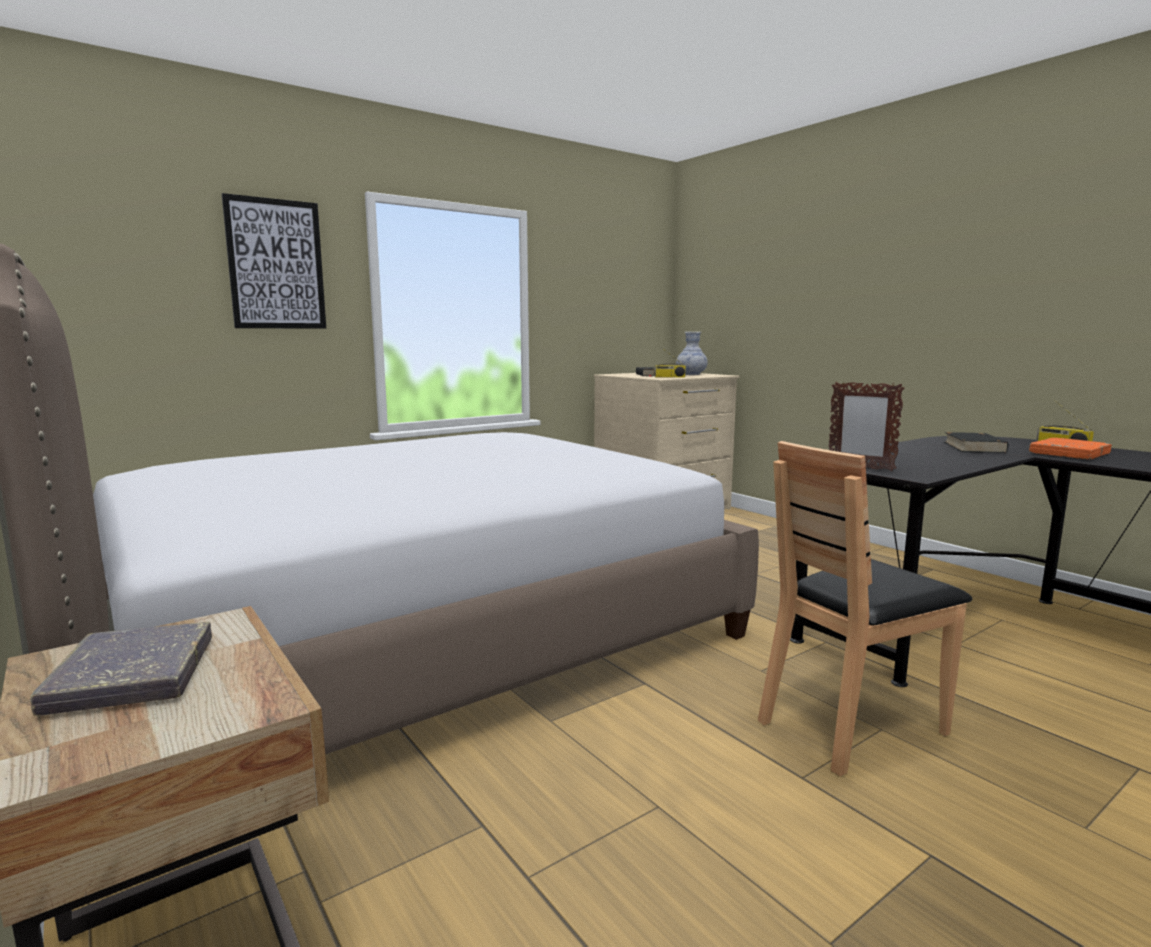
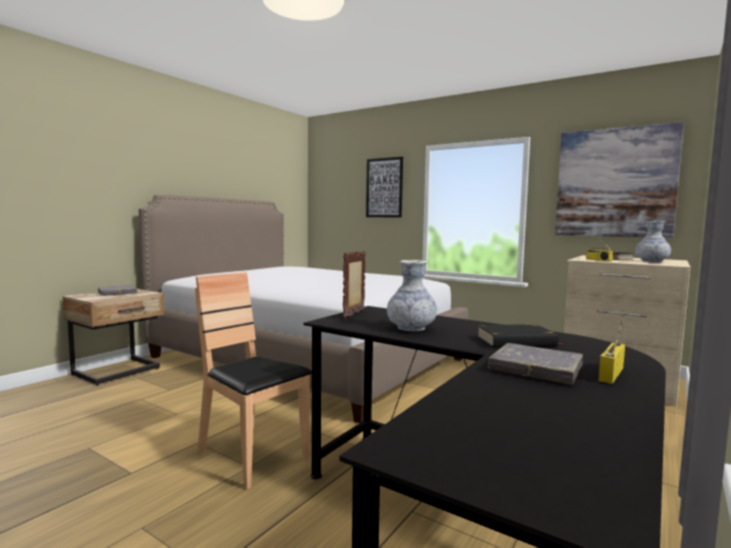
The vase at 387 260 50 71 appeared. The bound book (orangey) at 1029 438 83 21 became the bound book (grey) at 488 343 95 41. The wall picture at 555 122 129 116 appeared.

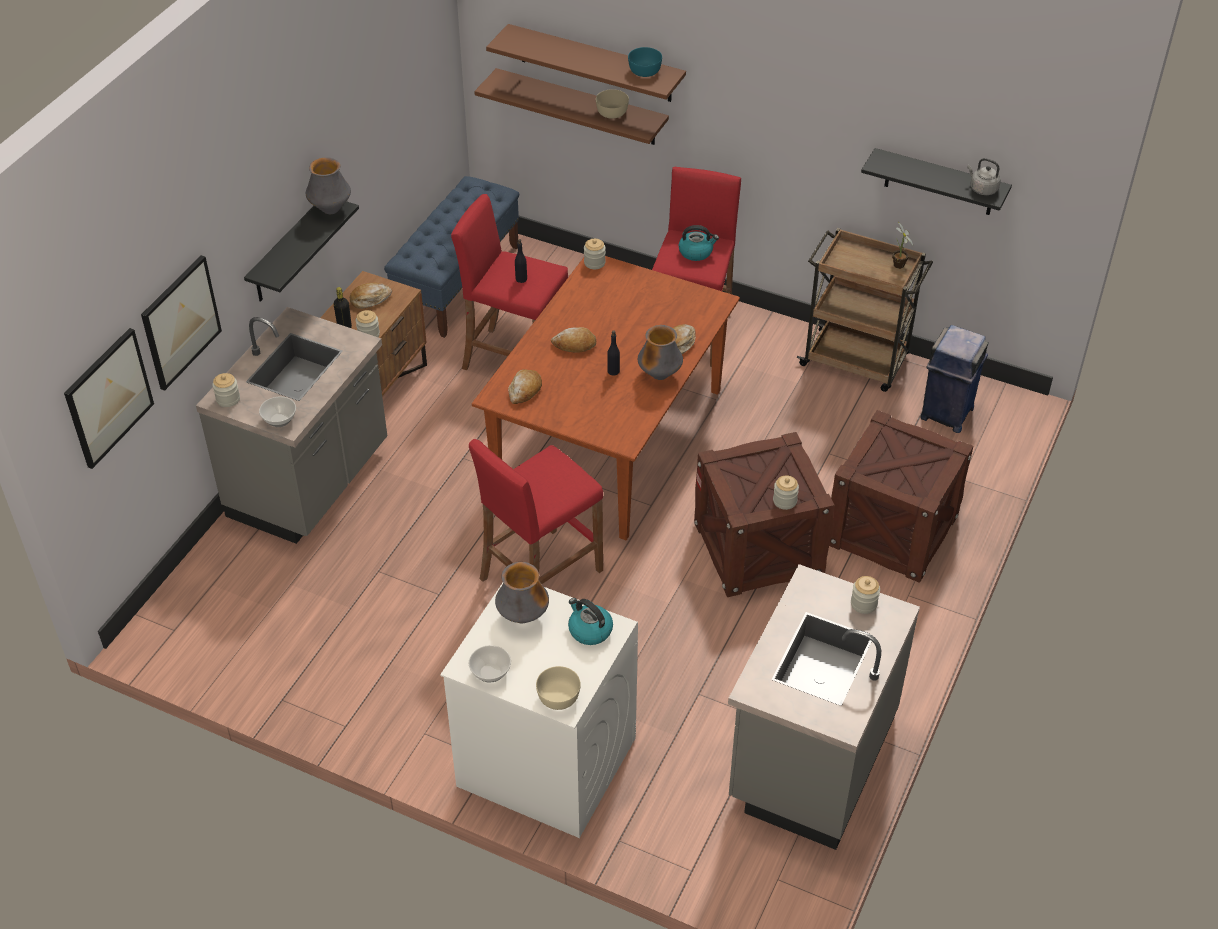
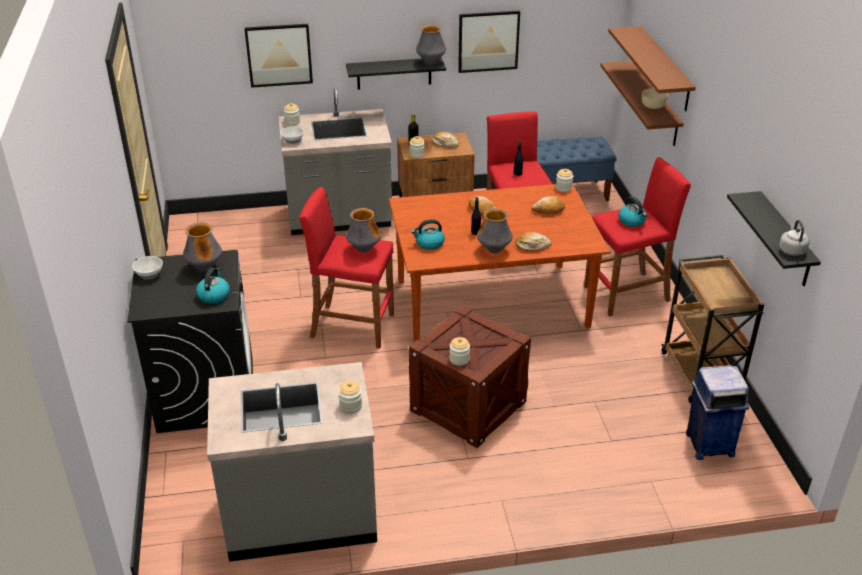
The laundry machine (white) at 440 583 198 255 became the laundry machine (black) at 127 250 126 183. The vase at 346 208 35 45 appeared. The water kettle at 411 219 34 31 appeared. The wall picture moved from 64 328 90 141 to 458 10 62 63. The bread moved from 508 369 34 35 to 531 196 34 18. The serving bowl (sand-coloured) at 536 666 45 44 disappeared. The serving bowl (blue-green) at 628 47 34 30 disappeared. The crate at 829 410 144 173 disappeared. The houseplant at 892 222 22 47 disappeared.

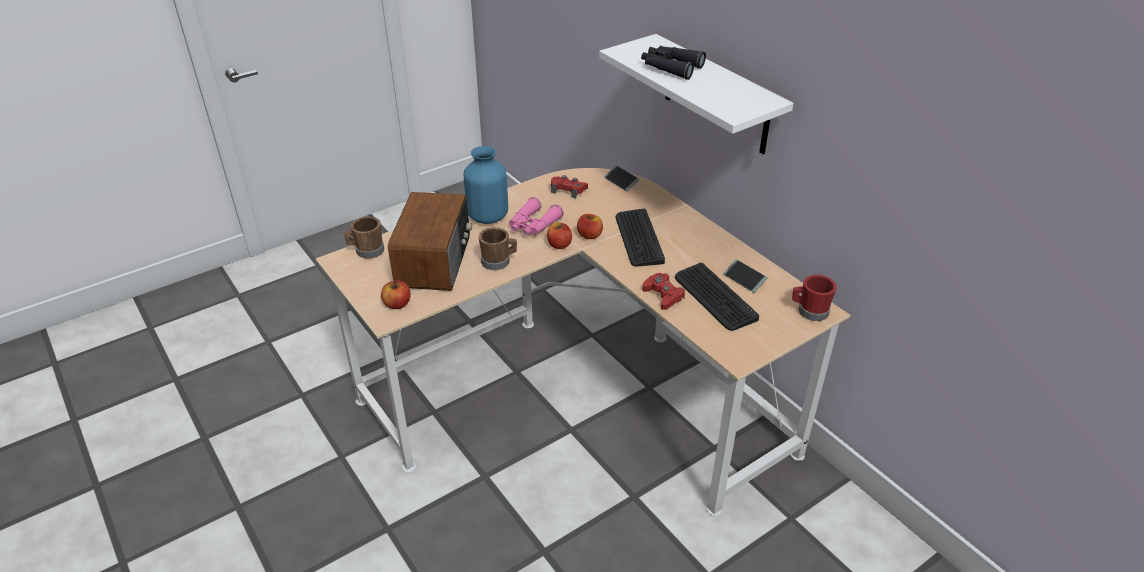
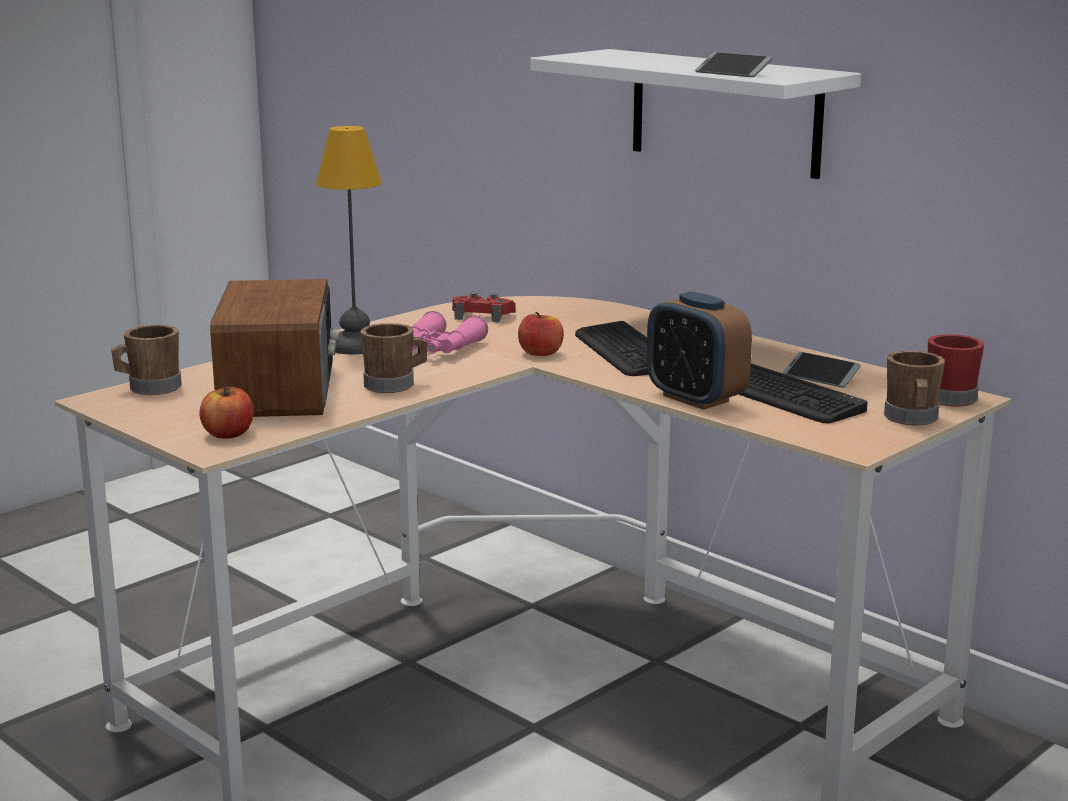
The vase (bluish) at 464 146 44 78 was replaced by the tabletop lamp at 316 126 66 228. The game controller (red) at 642 273 43 37 was replaced by the bedside clock at 647 292 105 118. The telephone moved from 604 165 35 26 to 695 52 77 25. The coffee mug (brown-coloured) at 884 350 61 76 appeared. The whole apple at 547 222 25 27 disappeared. The binoculars (black) at 641 46 65 34 disappeared.

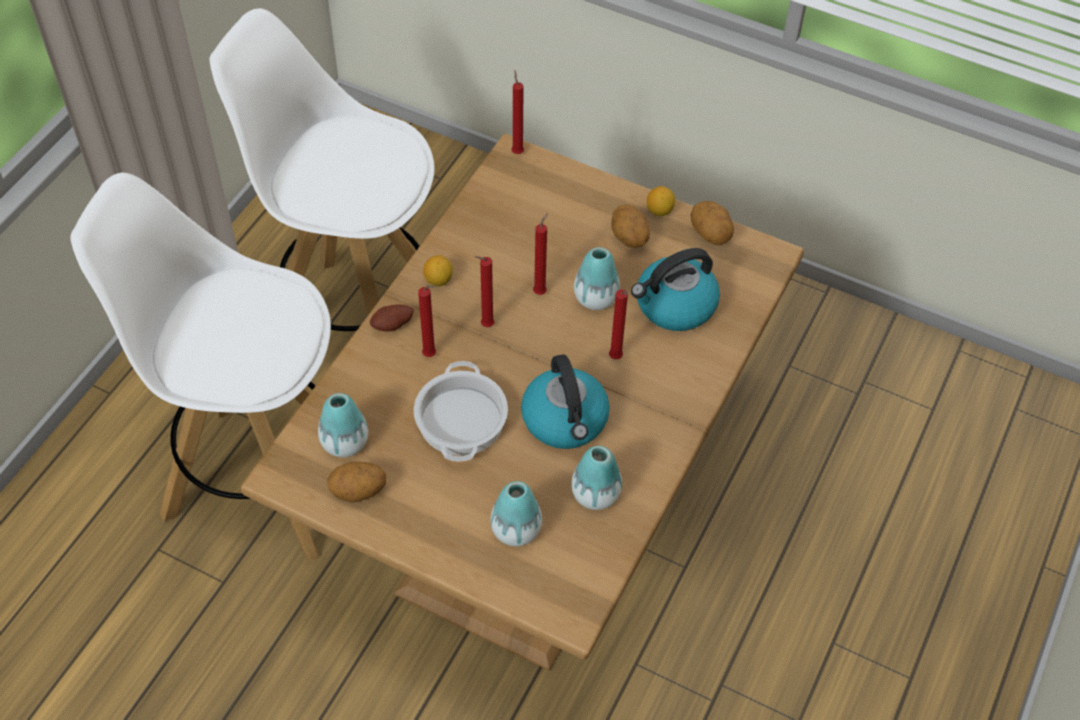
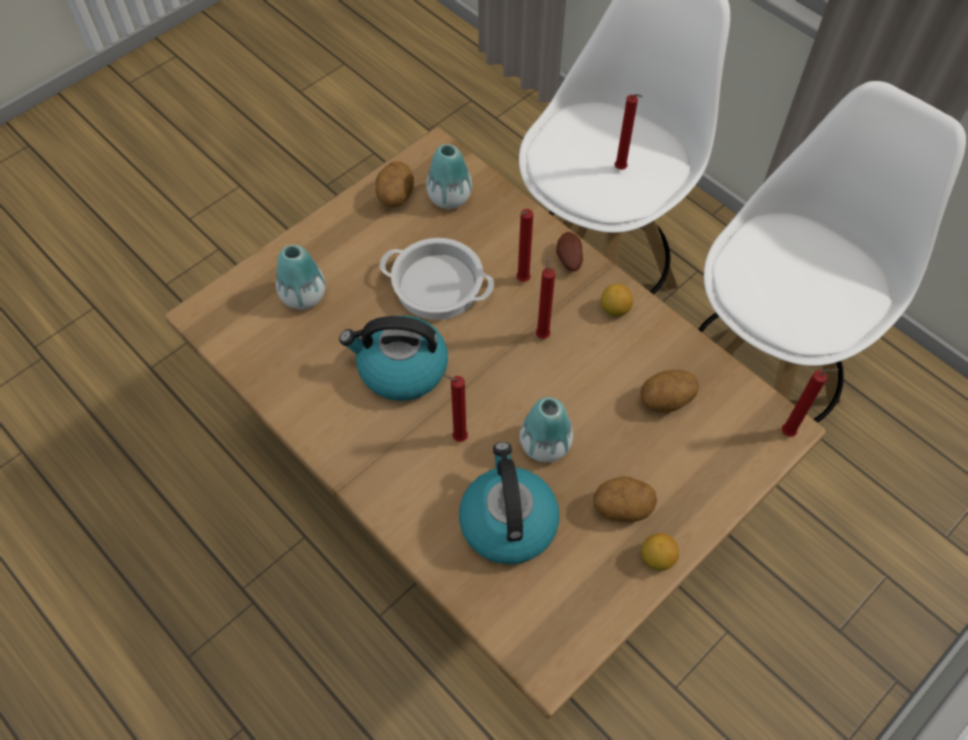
The wax light (red) moved from 533 213 15 82 to 615 94 28 76. The potato moved from 691 201 43 44 to 640 370 59 43. The vase at 571 446 51 64 disappeared.

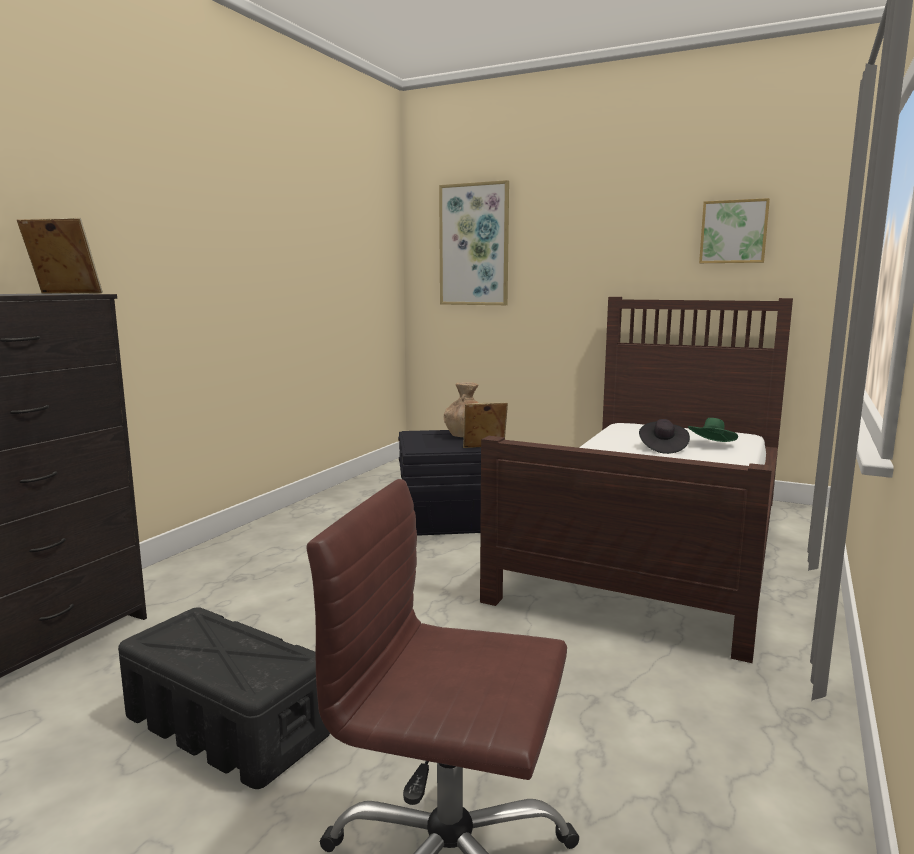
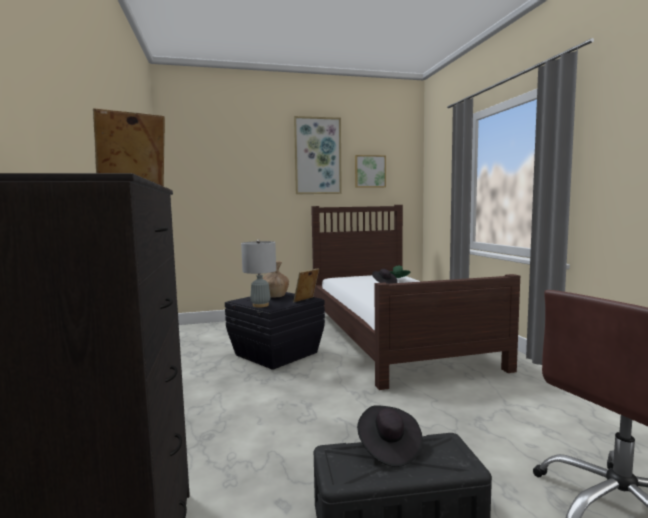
The tabletop lamp (grey) at 241 240 35 67 appeared. The wall picture moved from 439 180 70 125 to 294 116 48 78. The hat (black) at 357 405 65 62 appeared.

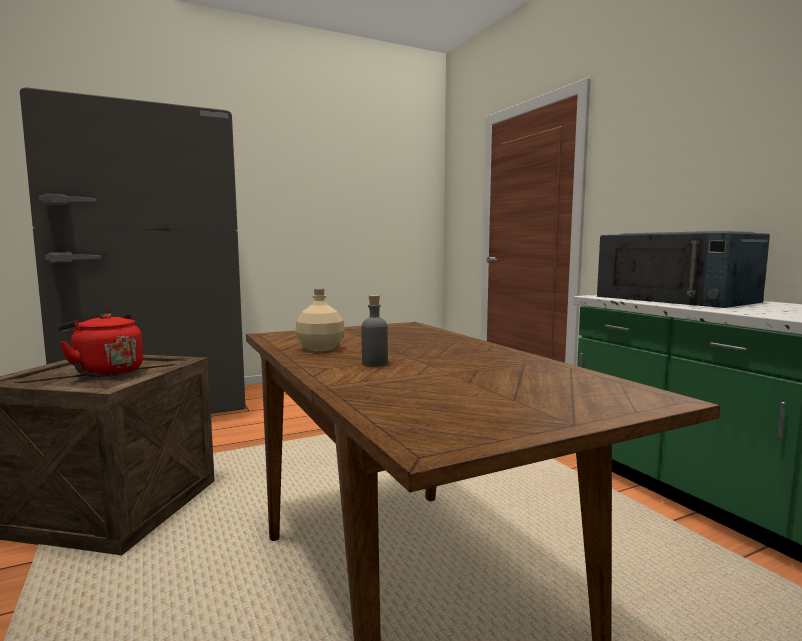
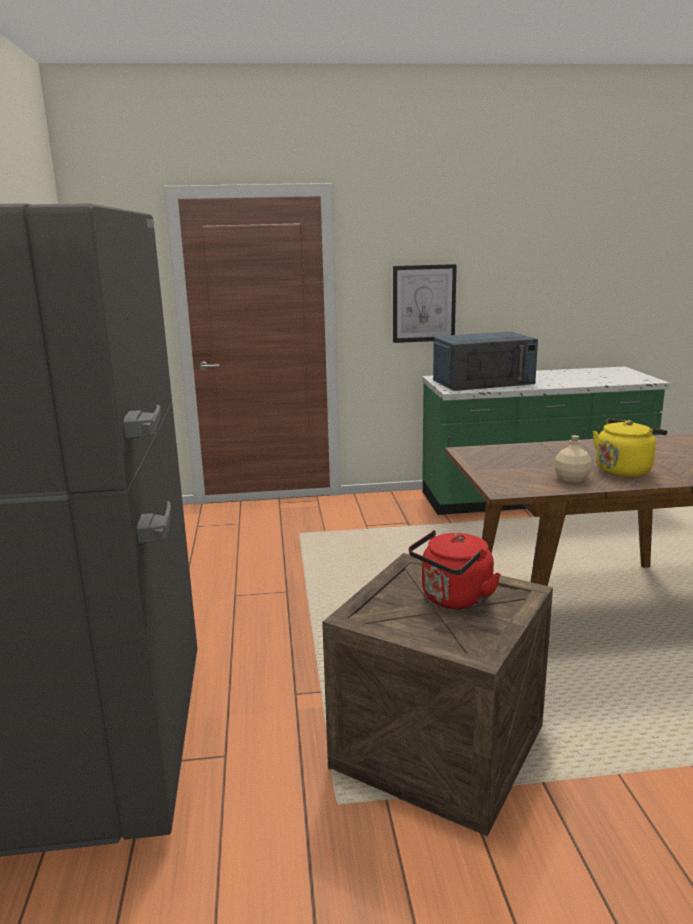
The wall picture at 393 264 64 79 appeared. The drink bottle (grey) at 362 295 26 72 was replaced by the water kettle (yellowish) at 593 419 74 58.

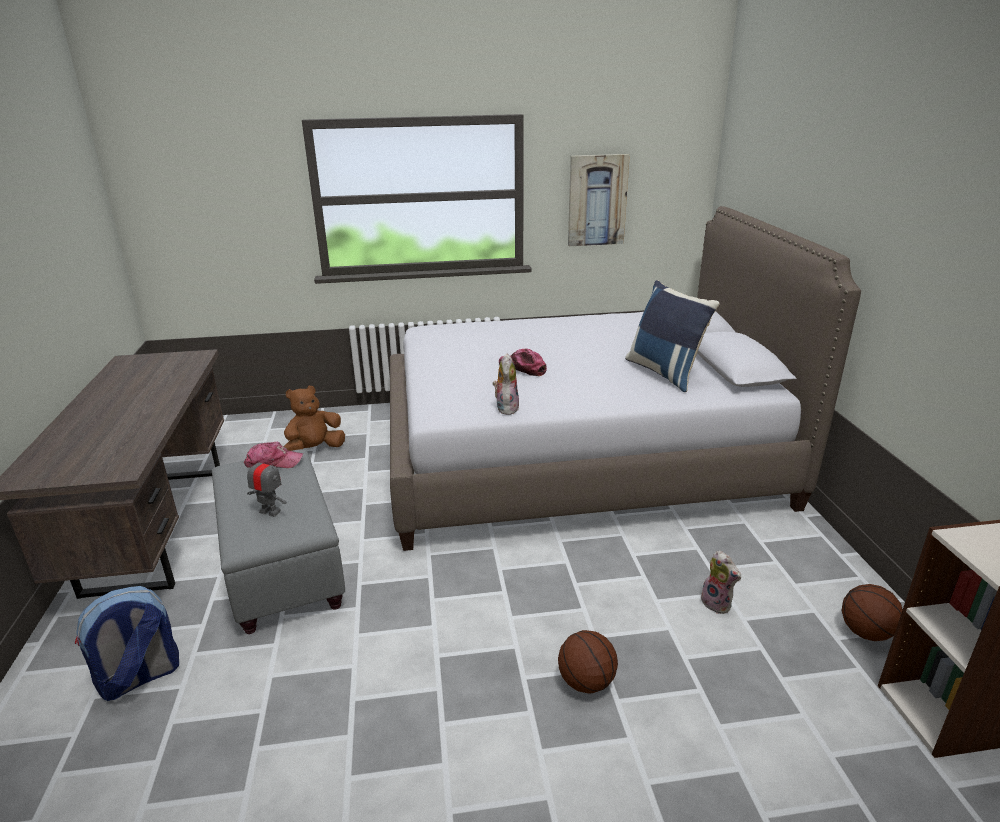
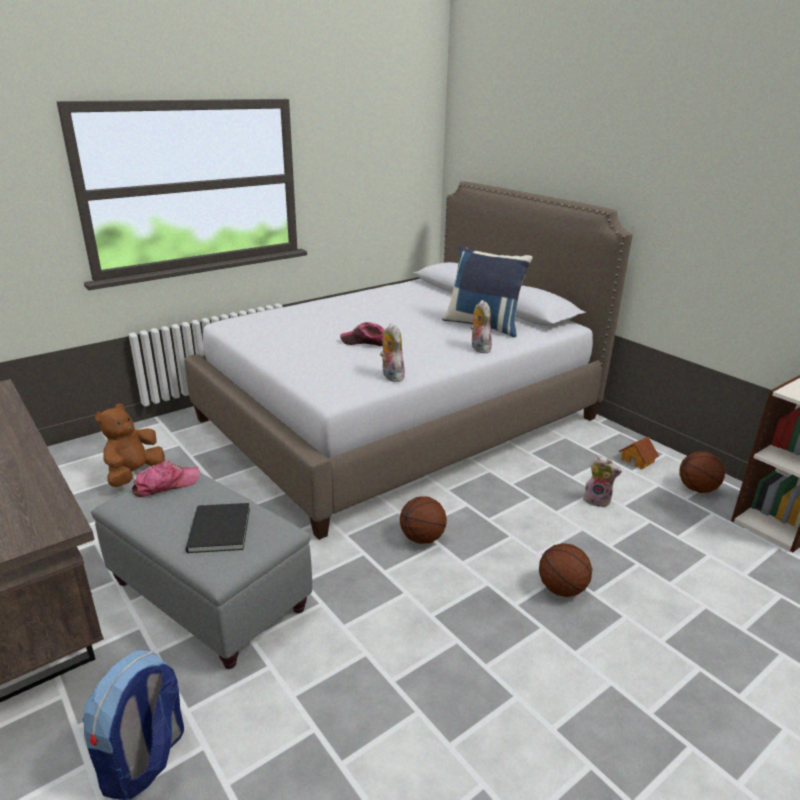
The robot figure at 247 455 39 62 was replaced by the bound book (black) at 186 503 64 50. The basketball ball at 400 496 47 48 appeared. The plush toy at 470 300 22 53 appeared. The miniature house at 619 437 40 32 appeared. The wall picture at 568 154 62 92 disappeared.

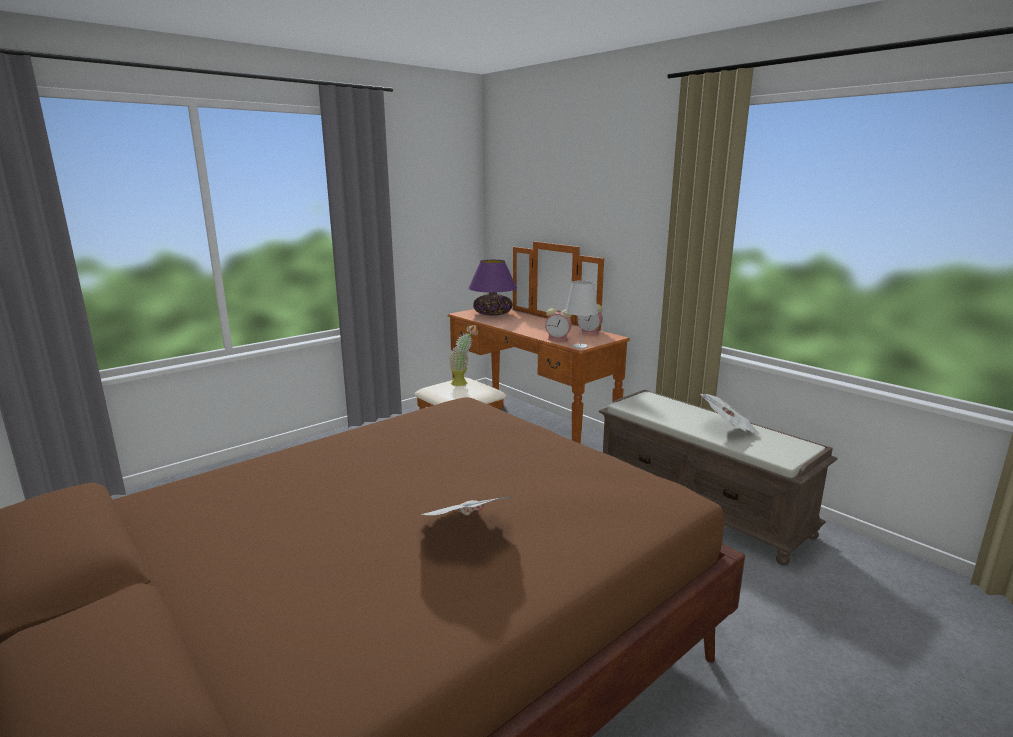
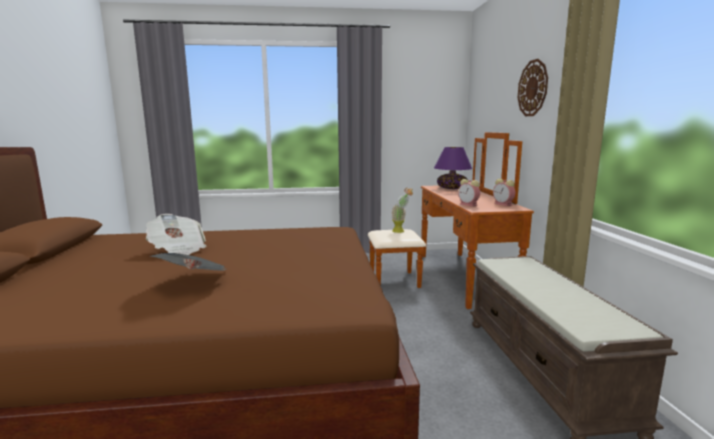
The newspaper moved from 700 394 63 42 to 146 214 60 41. The clock on the wall at 518 59 30 57 appeared. The tabletop lamp (white) at 565 280 33 69 disappeared.

